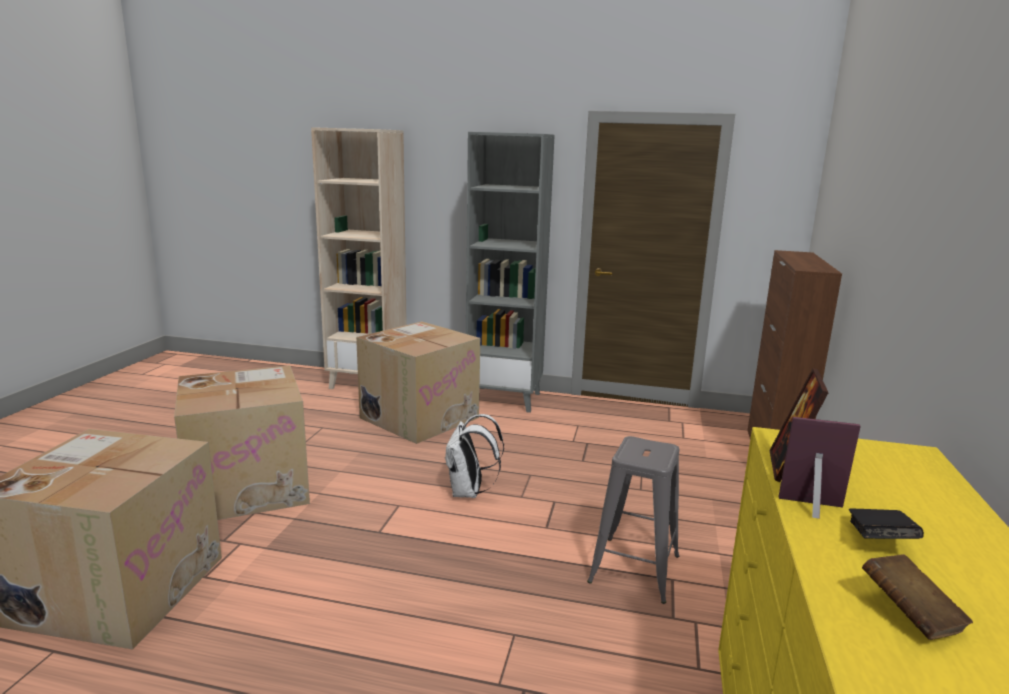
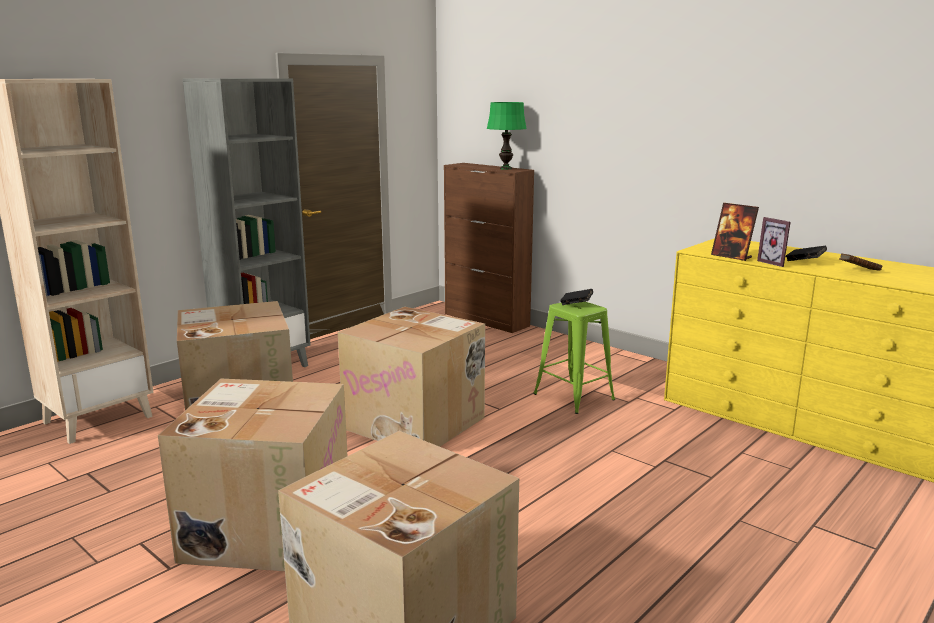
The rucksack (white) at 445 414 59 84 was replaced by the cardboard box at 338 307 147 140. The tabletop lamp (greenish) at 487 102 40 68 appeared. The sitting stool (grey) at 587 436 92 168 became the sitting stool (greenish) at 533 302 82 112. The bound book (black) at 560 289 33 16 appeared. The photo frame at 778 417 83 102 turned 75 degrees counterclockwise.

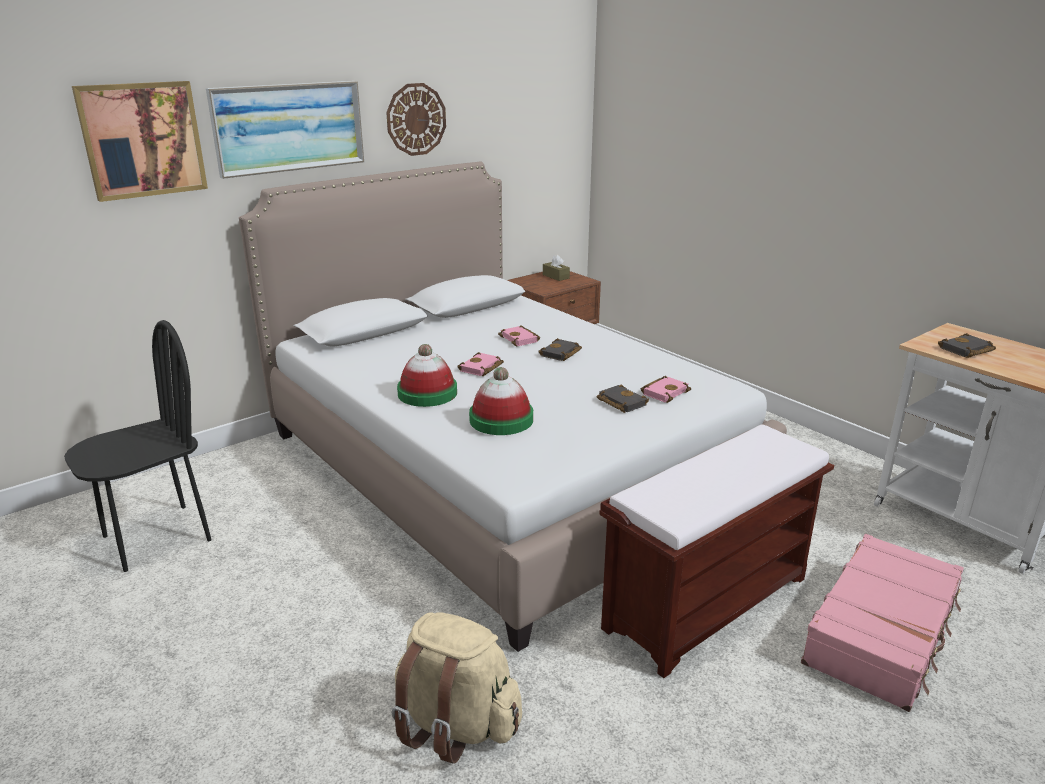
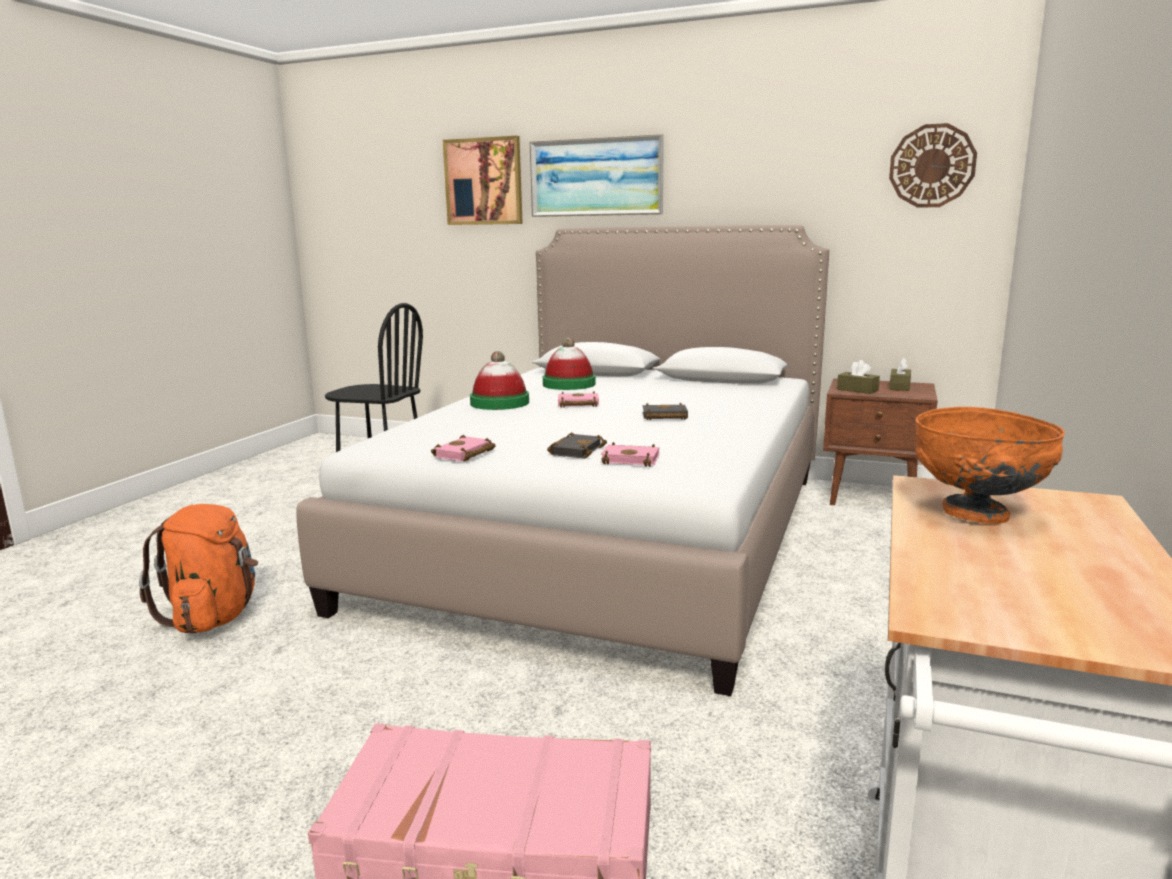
The rucksack (sand-coloured) at 392 612 130 152 became the rucksack (orangey) at 139 504 119 130. The bound book (pink-coloured) moved from 498 325 42 21 to 431 435 65 27. The hat moved from 469 367 64 68 to 543 337 53 53. The tissue holder (brown-coloured) at 837 360 43 34 appeared. The clock on the wall moved from 386 83 60 73 to 889 123 88 85. The bound book (black) at 938 333 58 25 was replaced by the serving bowl (orangey) at 915 407 150 117. The bench (brown-coloured) at 599 424 235 254 disappeared.

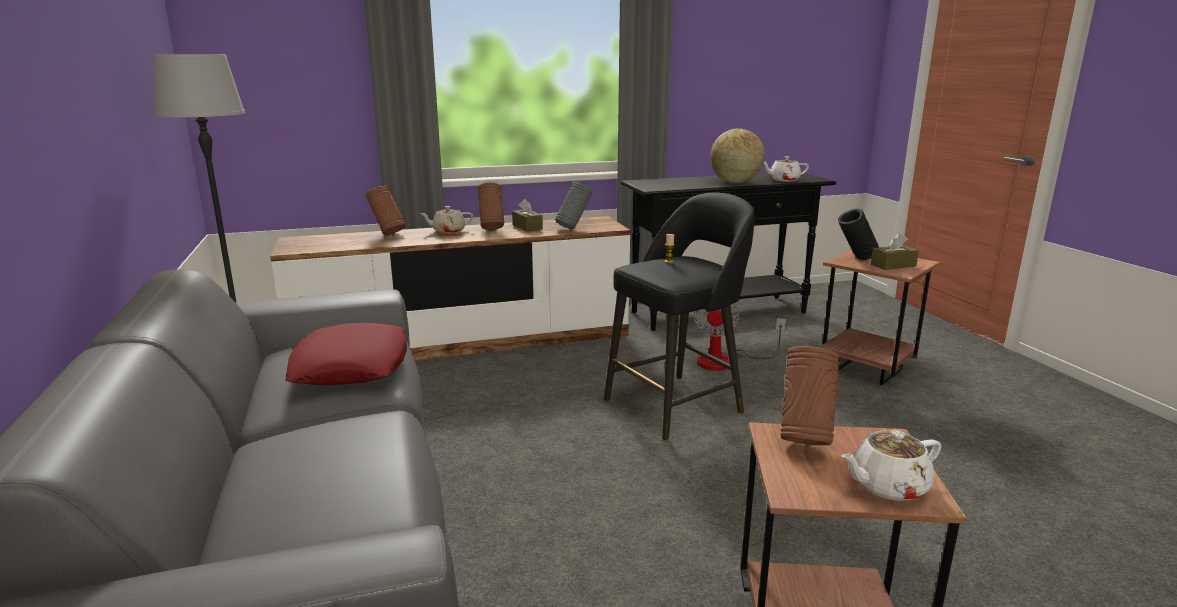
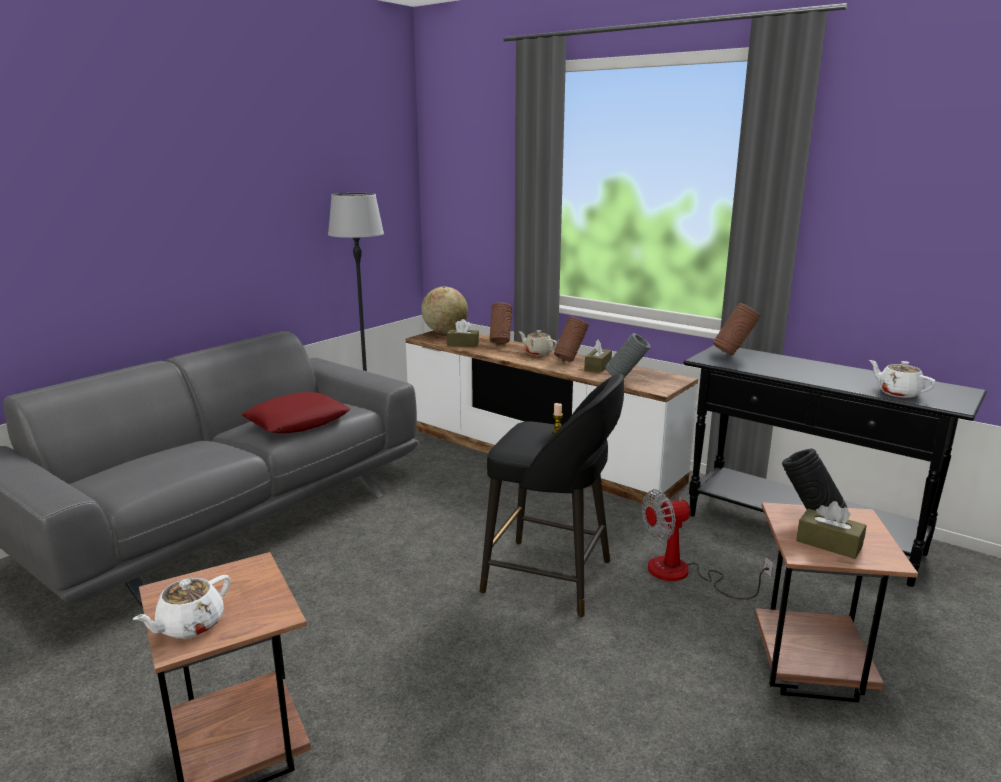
The pot for tea (white) at 841 430 100 71 turned 90 degrees counterclockwise. The globe moved from 710 129 55 54 to 421 286 47 48. The tissue holder (brown-coloured) at 447 319 32 28 appeared. The vase (brown-coloured) moved from 780 346 59 99 to 713 303 48 52.

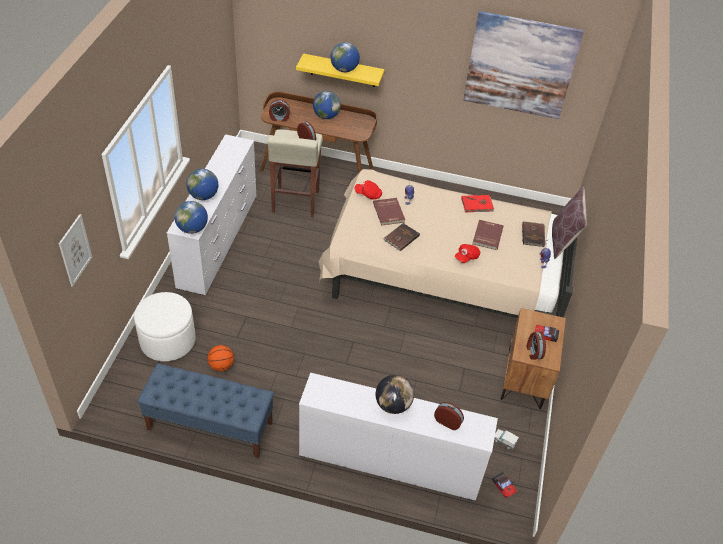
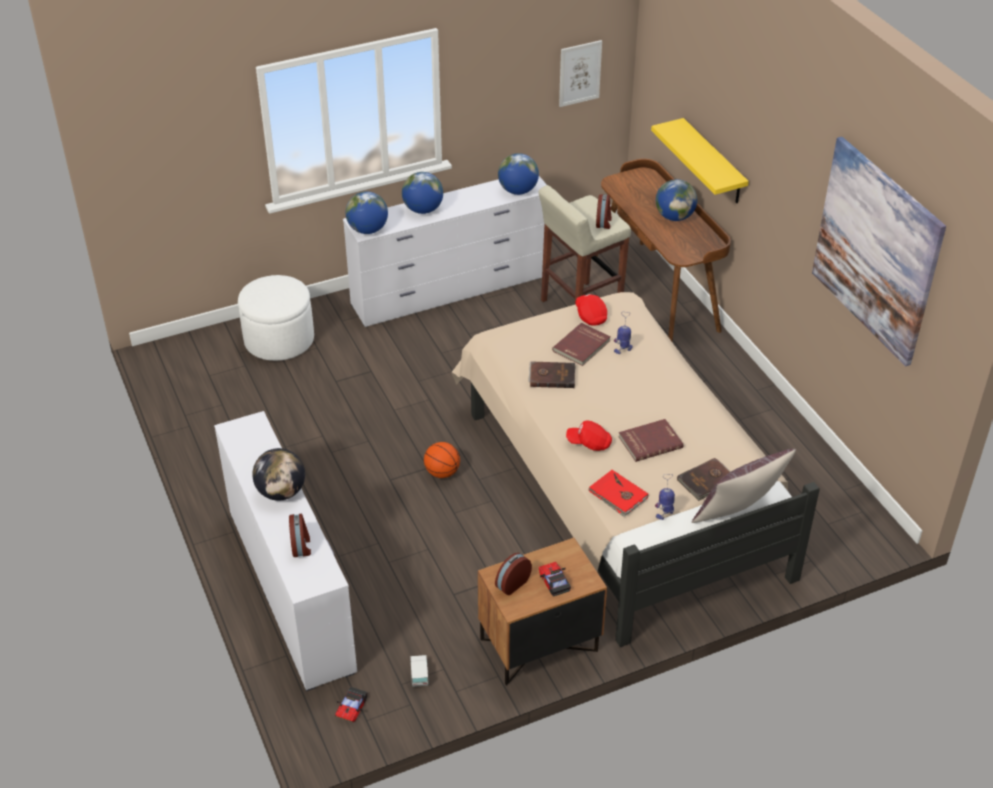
The basketball ball moved from 207 345 27 26 to 424 442 36 36. The globe moved from 331 42 29 30 to 498 153 41 42. The wall picture moved from 59 214 33 73 to 559 40 43 67. The bound book (red) moved from 461 195 34 17 to 588 470 60 47. The bench (bluish) at 137 363 137 96 disappeared. The bedside clock at 269 99 21 23 disappeared.

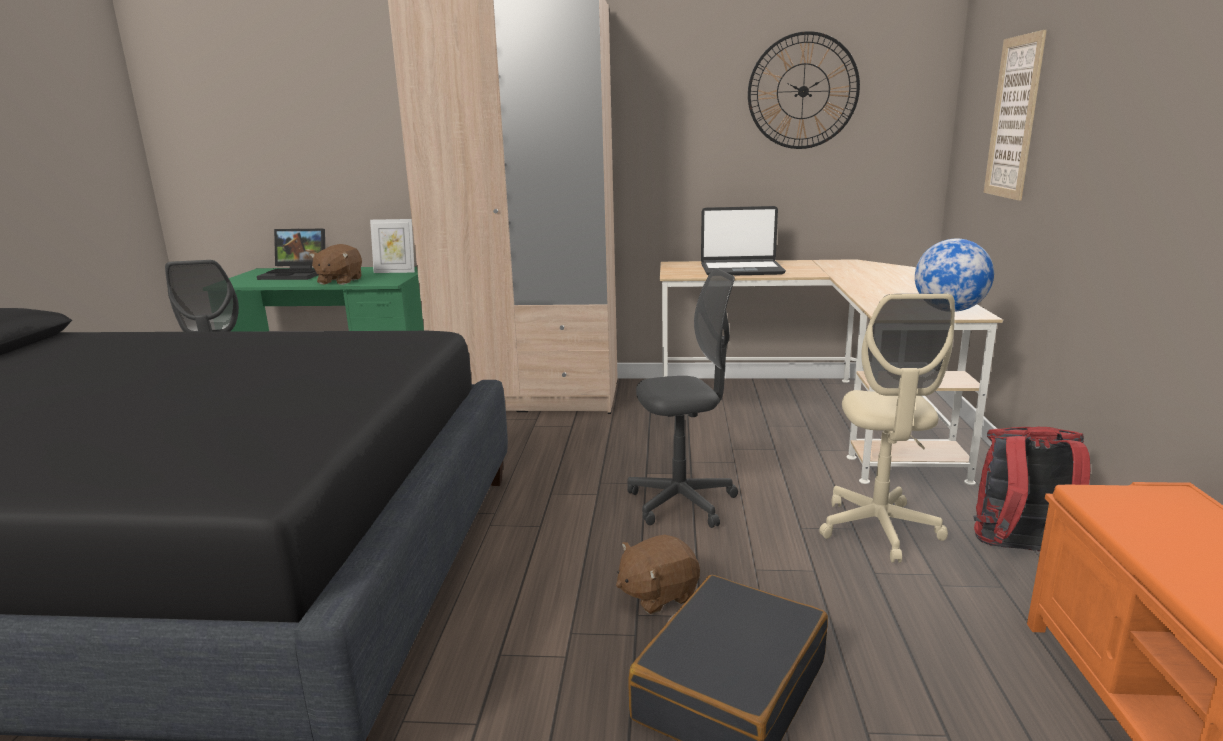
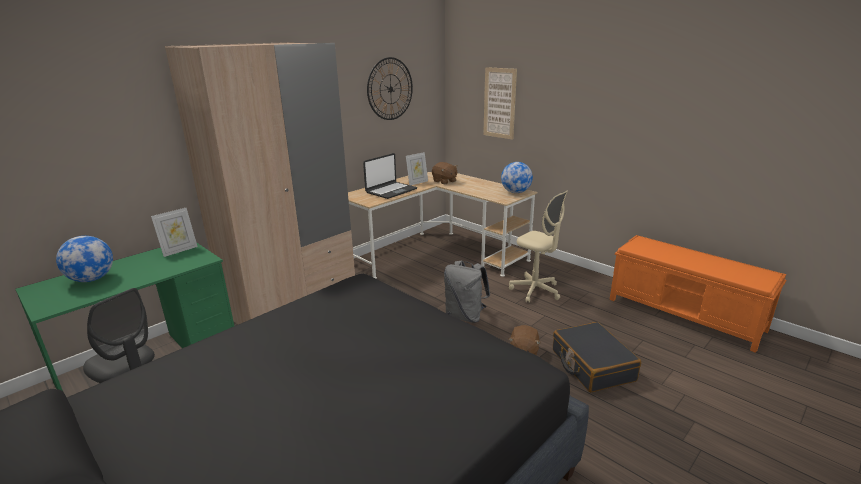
The laptop at 257 228 68 52 was replaced by the globe at 56 236 57 46. The photo frame at 406 152 22 33 appeared. The plush toy (brown-coloured) moved from 309 244 53 41 to 432 162 26 22. The office chair (grey) at 627 268 111 260 was replaced by the rucksack (grey) at 444 260 46 63. The rucksack (red) at 973 427 117 124 disappeared.

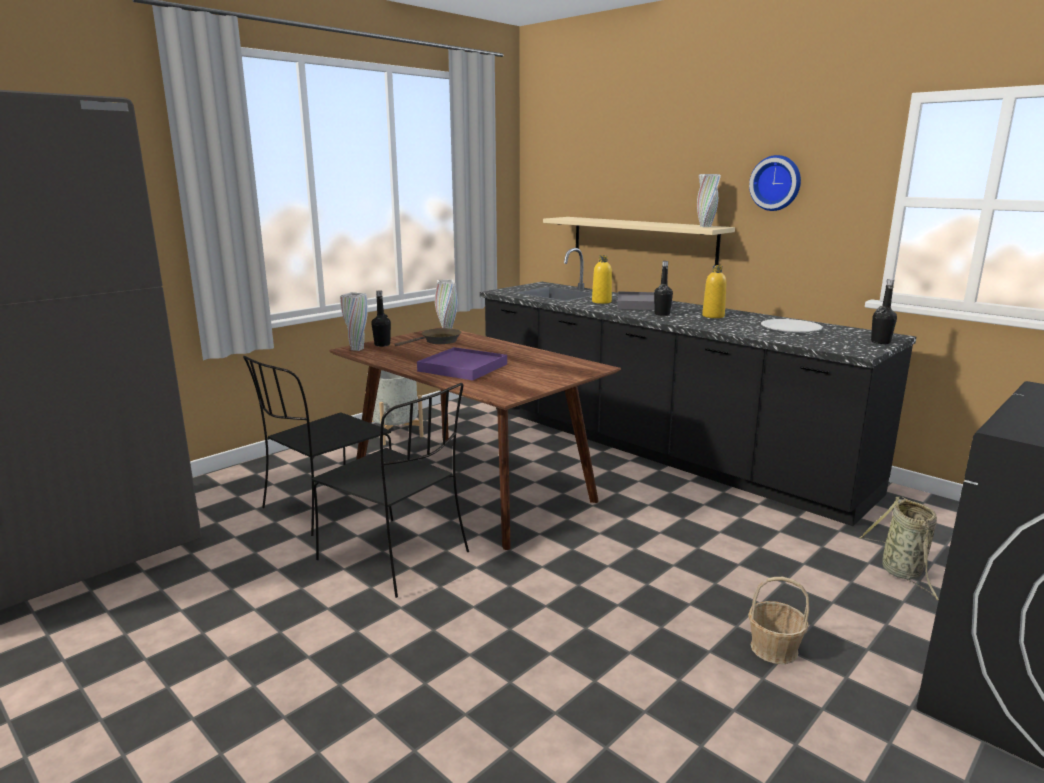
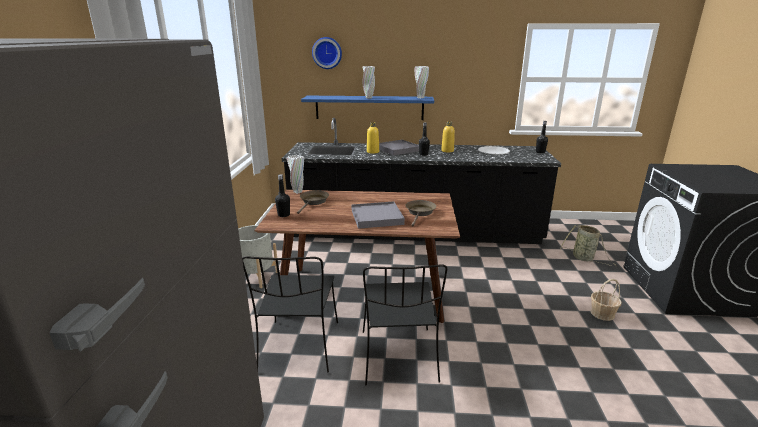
The wall shelf (sand-coloured) at 543 217 192 48 became the wall shelf (bluish) at 301 96 133 24. The clock on the wall moved from 749 155 52 56 to 312 37 30 32. The carrying tray (purple) at 417 347 90 34 became the carrying tray (grey) at 352 202 53 27. The vase (white) moved from 340 292 28 59 to 363 66 12 33. The chair (black) at 312 383 157 215 turned 90 degrees clockwise. The skillet (brown-coloured) at 406 200 30 26 appeared.

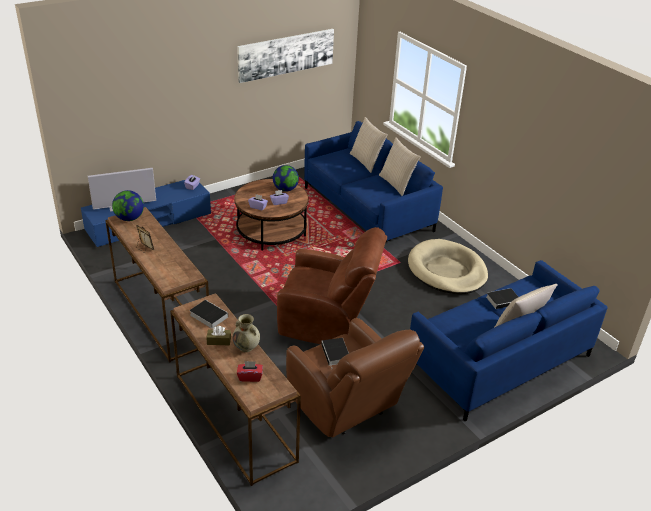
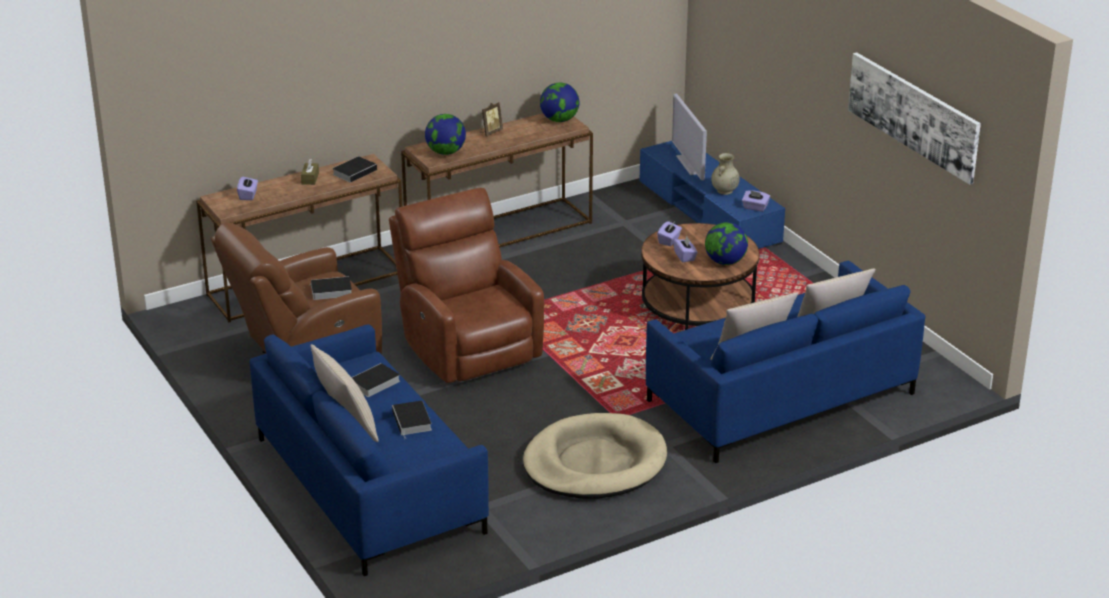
The tissue holder (red) at 237 361 26 21 became the tissue holder (purple) at 237 175 21 25. The bound book at 351 363 49 34 appeared. The easy chair (brown-coloured) at 277 227 110 117 turned 135 degrees clockwise. The globe at 425 114 41 41 appeared. The vase (sand-coloured) moved from 233 314 27 38 to 711 153 29 42.

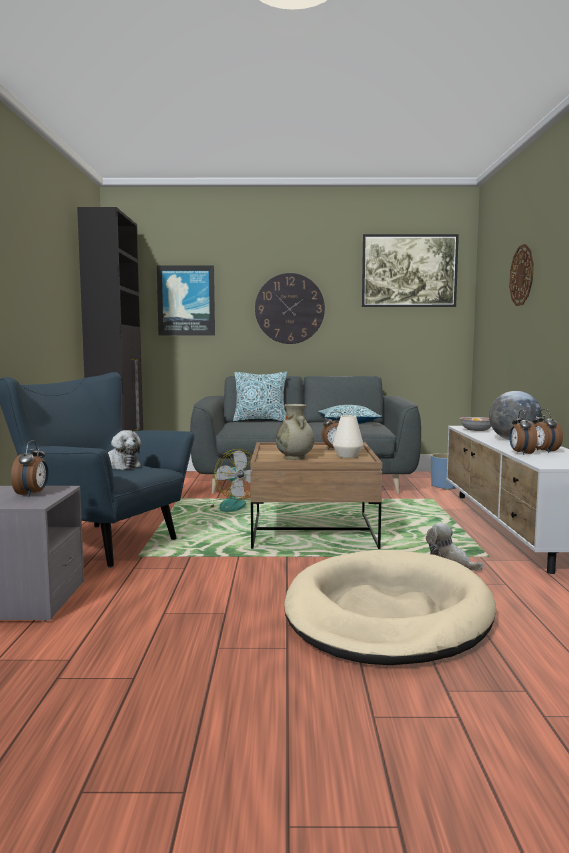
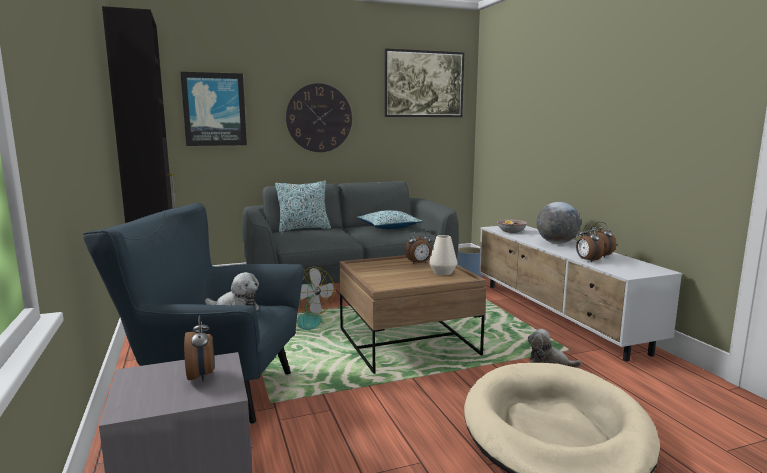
The vase (sand-coloured) at 276 404 38 56 disappeared. The clock on the wall at 509 244 25 62 disappeared.

